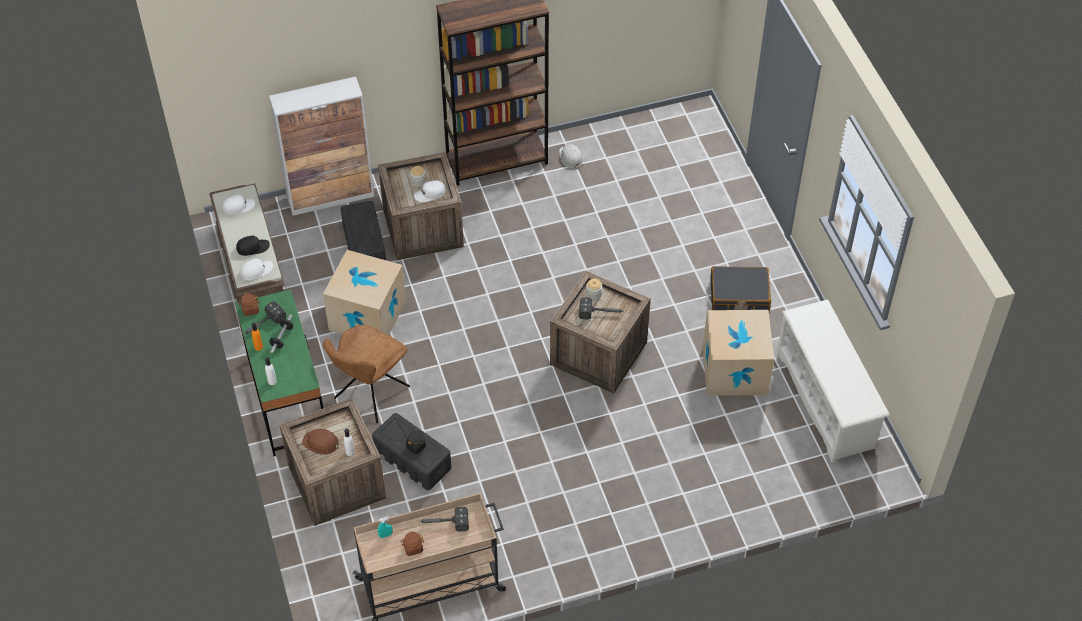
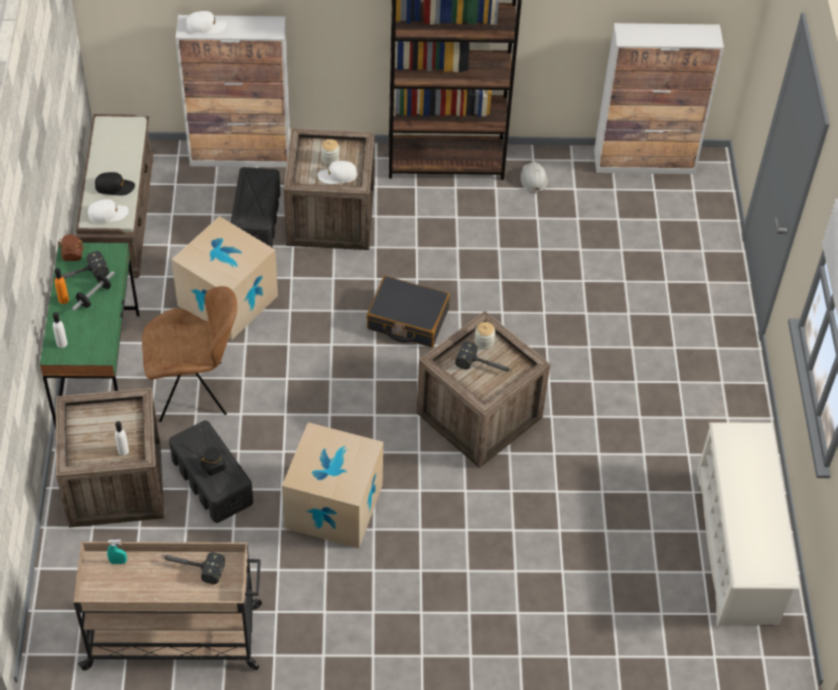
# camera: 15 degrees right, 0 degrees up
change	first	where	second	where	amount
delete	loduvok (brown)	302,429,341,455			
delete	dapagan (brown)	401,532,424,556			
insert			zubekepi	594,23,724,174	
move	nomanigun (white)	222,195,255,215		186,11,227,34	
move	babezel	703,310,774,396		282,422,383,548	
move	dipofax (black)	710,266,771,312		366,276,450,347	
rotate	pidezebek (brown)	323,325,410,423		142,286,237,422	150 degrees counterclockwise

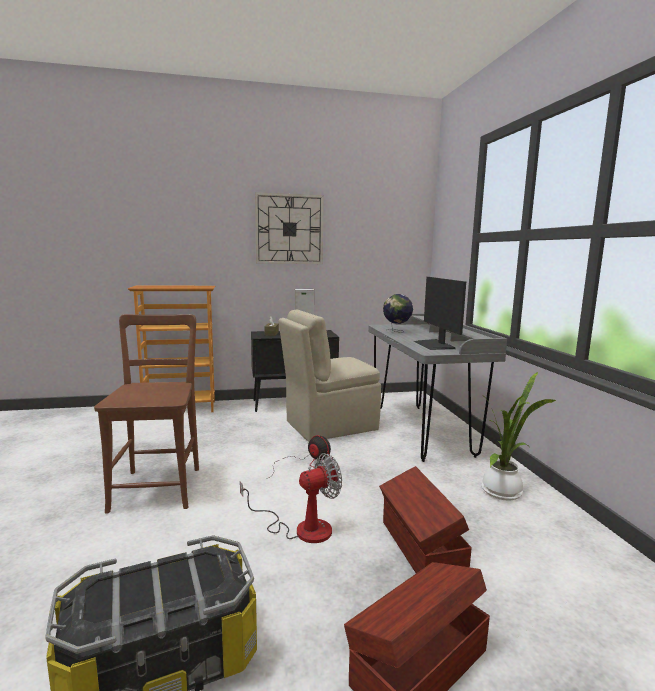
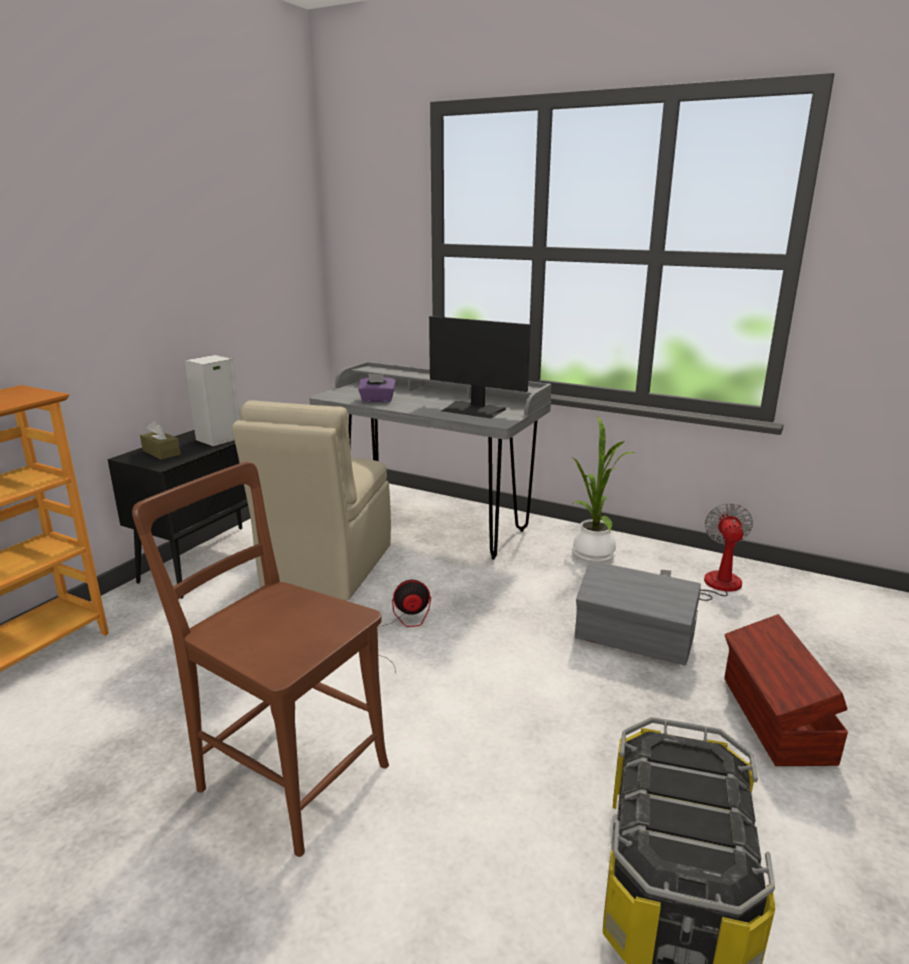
# camera: 50 degrees left, 10 degrees up
change	first	where	second	where	amount
delete	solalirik	255,192,324,264			
move	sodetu	240,453,342,543		660,503,753,601	
replace	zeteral	383,294,413,333	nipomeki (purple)	358,374,396,402	
recolor	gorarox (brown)	379,466,472,573	gorarox (grey)	575,561,701,666	

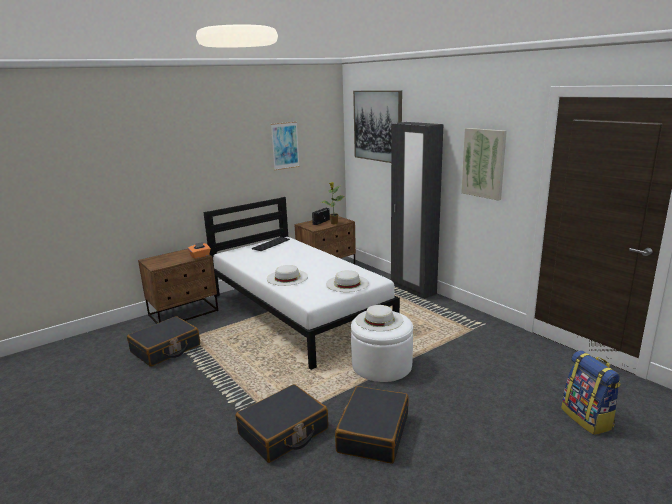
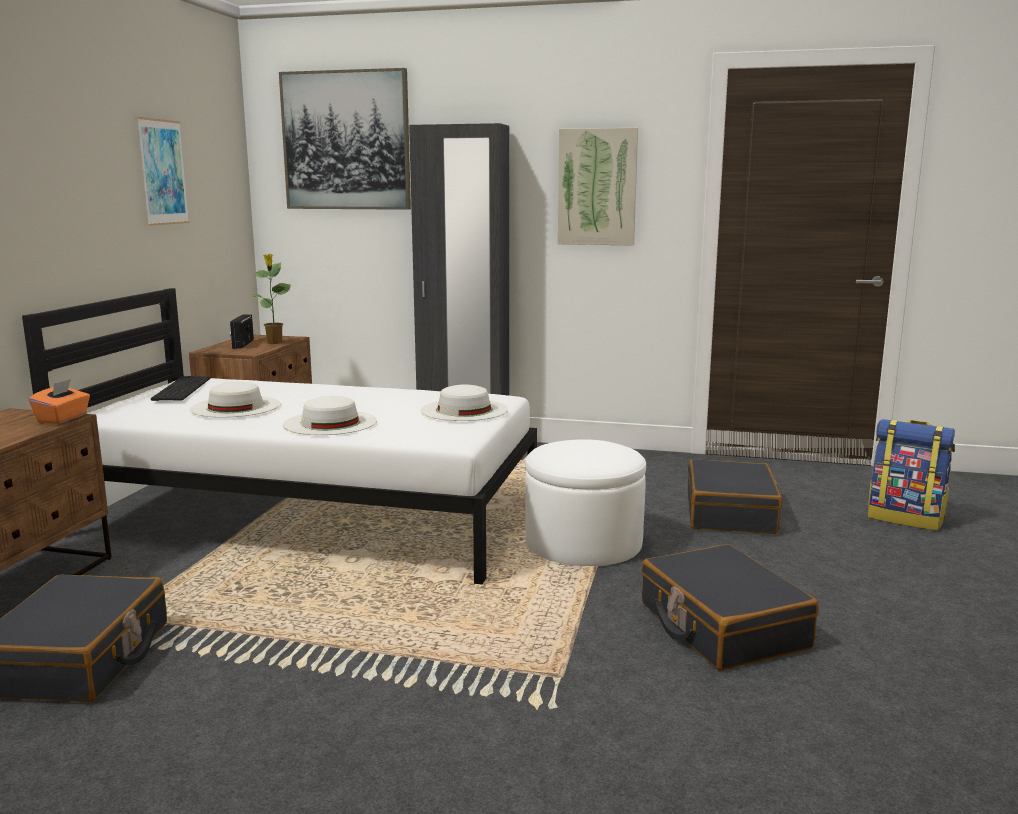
# camera: 40 degrees left, 5 degrees down
change	first	where	second	where	amount
move	dipofax (black)	236,384,328,463		688,459,782,534	
move	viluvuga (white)	356,305,403,331		190,381,280,418	

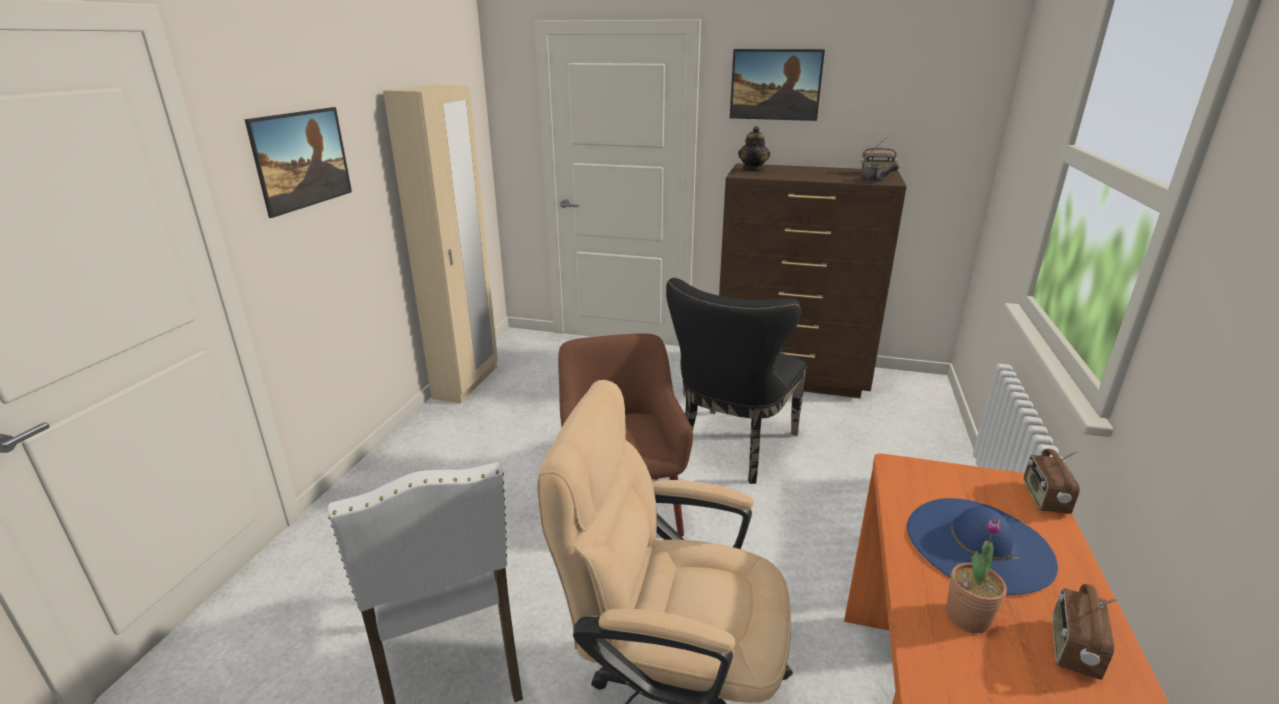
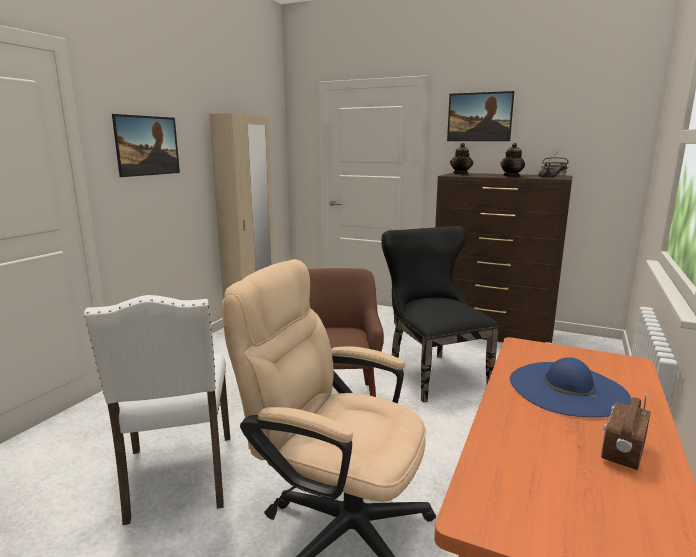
# camera: 10 degrees right, 10 degrees down
change	first	where	second	where	amount
delete	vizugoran	946,519,1007,633			
delete	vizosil	1023,449,1080,514			
insert			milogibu	501,143,525,177	
rotate	pidezebek (black)	666,278,807,484		381,226,499,403	120 degrees clockwise

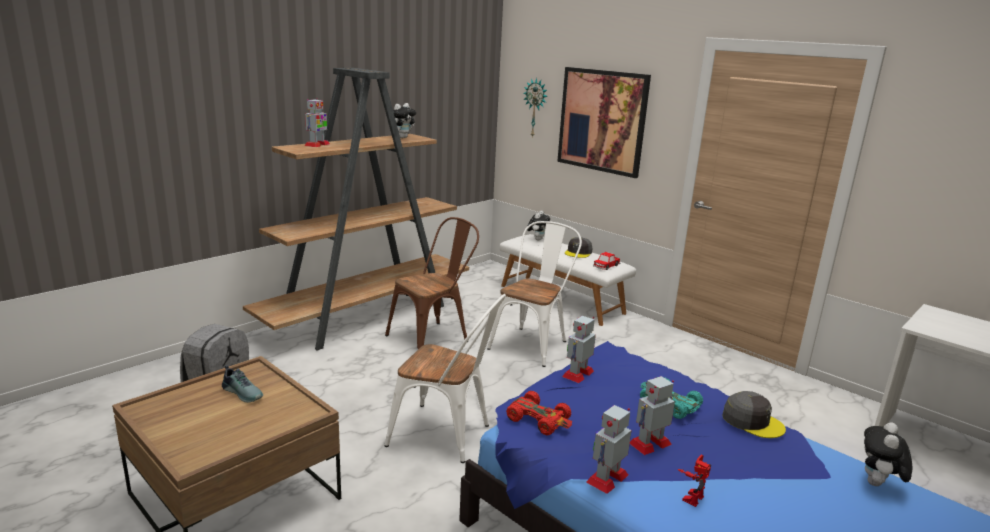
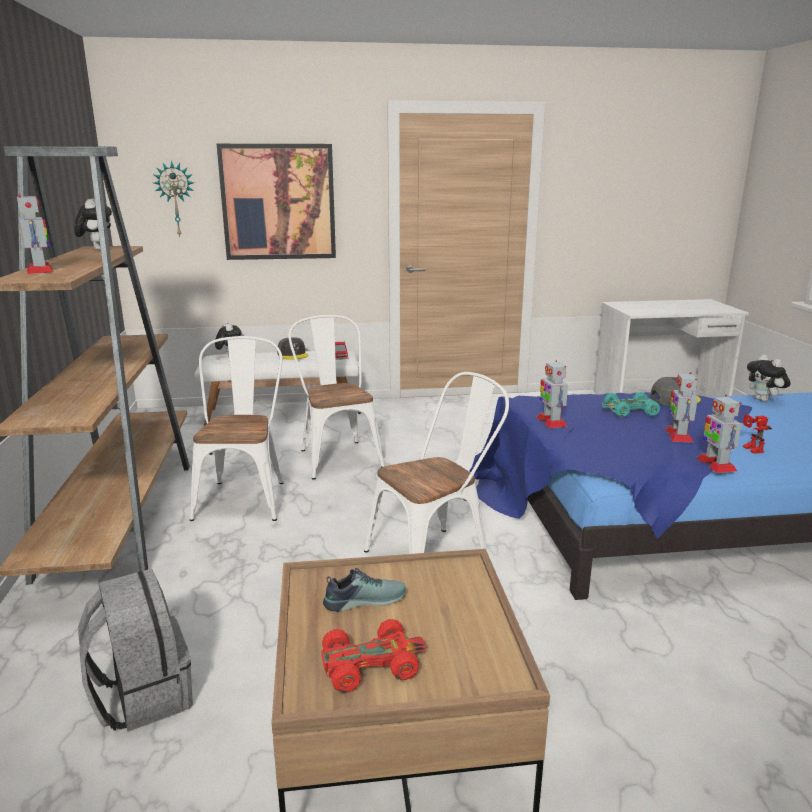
# camera: 50 degrees left, 0 degrees up
change	first	where	second	where	amount
move	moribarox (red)	506,391,572,435		321,619,426,693	
recolor	pidezebek (brown)	385,217,479,349	pidezebek (white)	190,336,283,521	

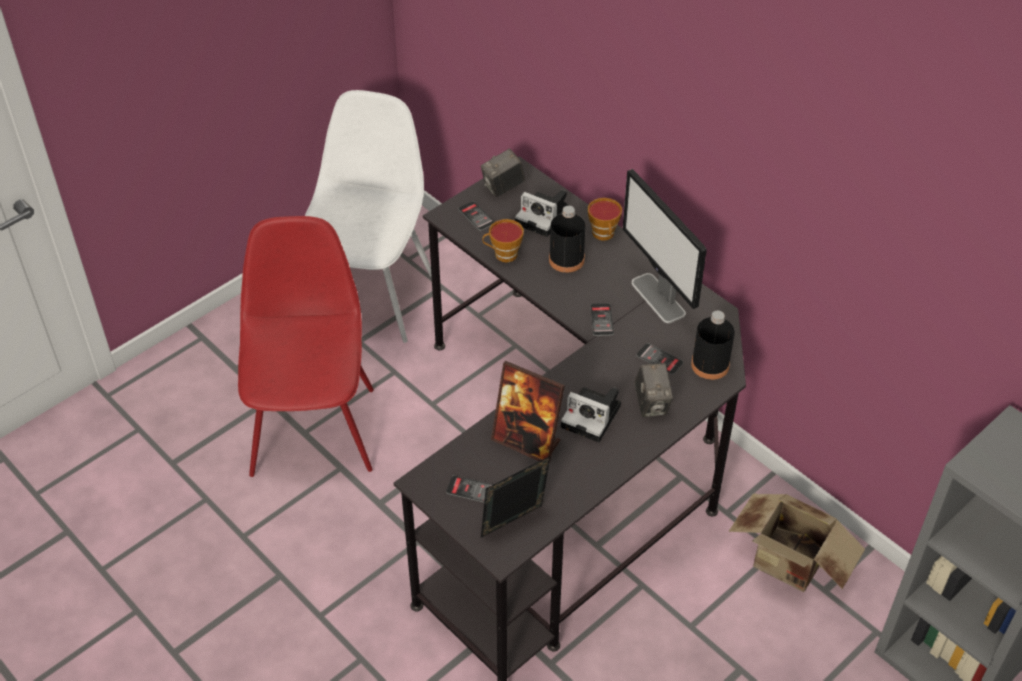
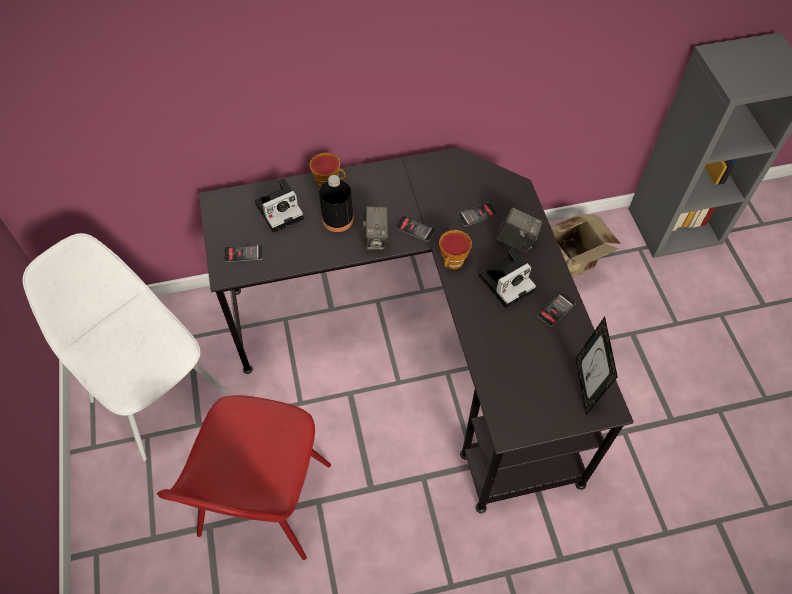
# camera: 60 degrees left, 10 degrees up
change	first	where	second	where	amount
delete	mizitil	491,361,565,463			
delete	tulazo	623,169,707,323			
delete	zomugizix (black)	691,311,735,380			
move	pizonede	446,475,493,503		537,292,576,327	
move	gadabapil	481,149,525,197		363,206,388,250	
move	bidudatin	482,219,524,262		439,230,472,269	
rotate	pidezebek (red)	238,216,374,477		157,395,331,560	105 degrees counterclockwise

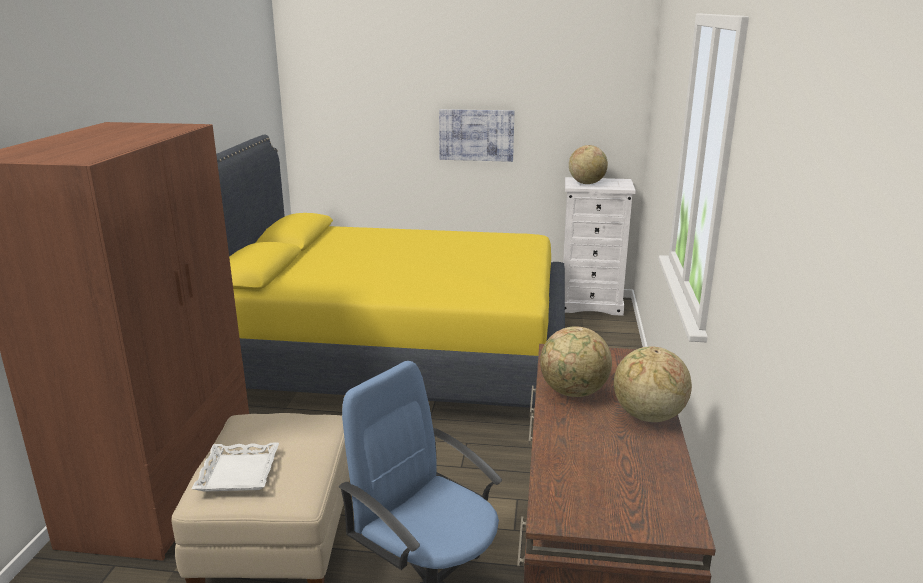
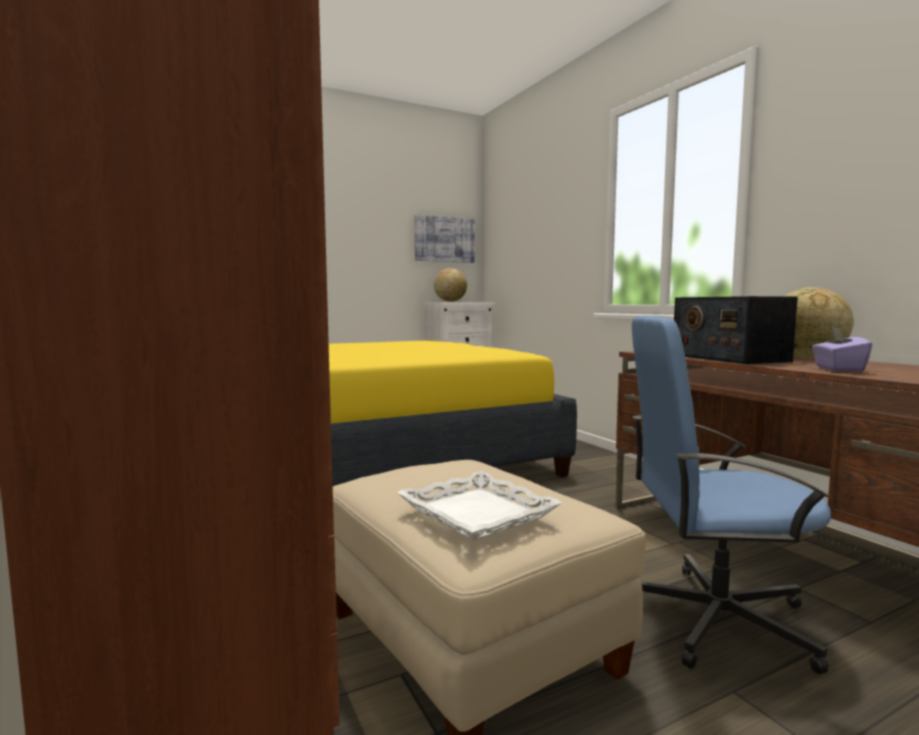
# camera: 35 degrees left, 15 degrees down
change	first	where	second	where	amount
insert			nipomeki (purple)	812,326,872,372	
move	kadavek	439,109,514,162		415,215,475,263	
replace	zeteral	540,326,612,397	vizosil	674,296,798,364	

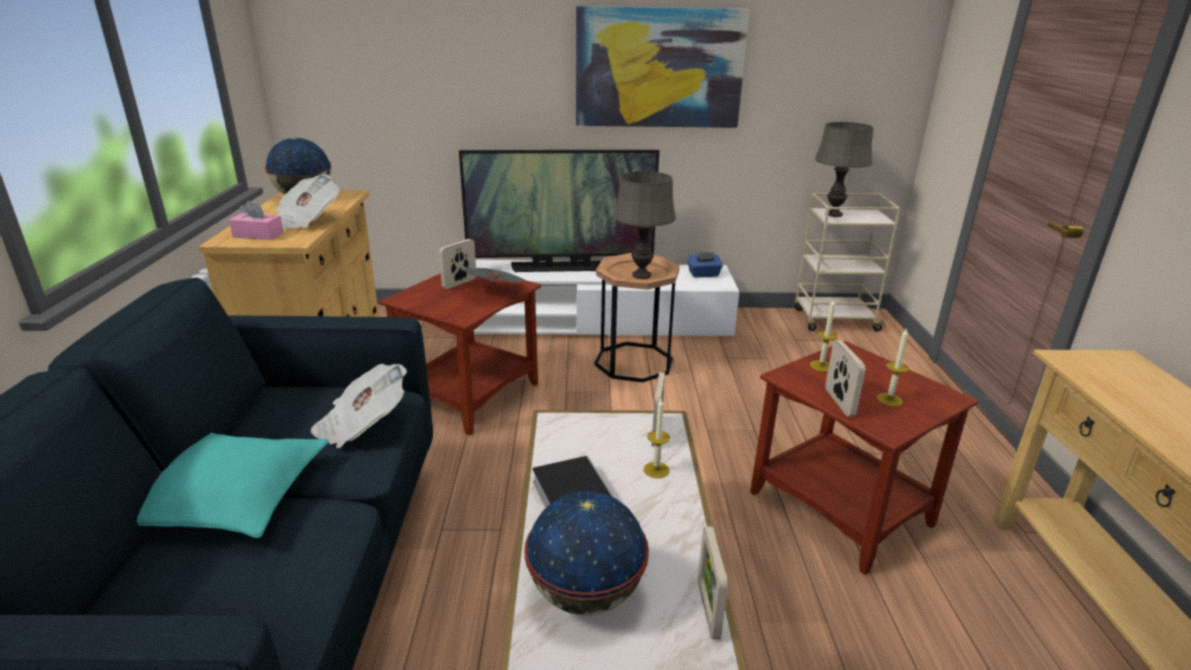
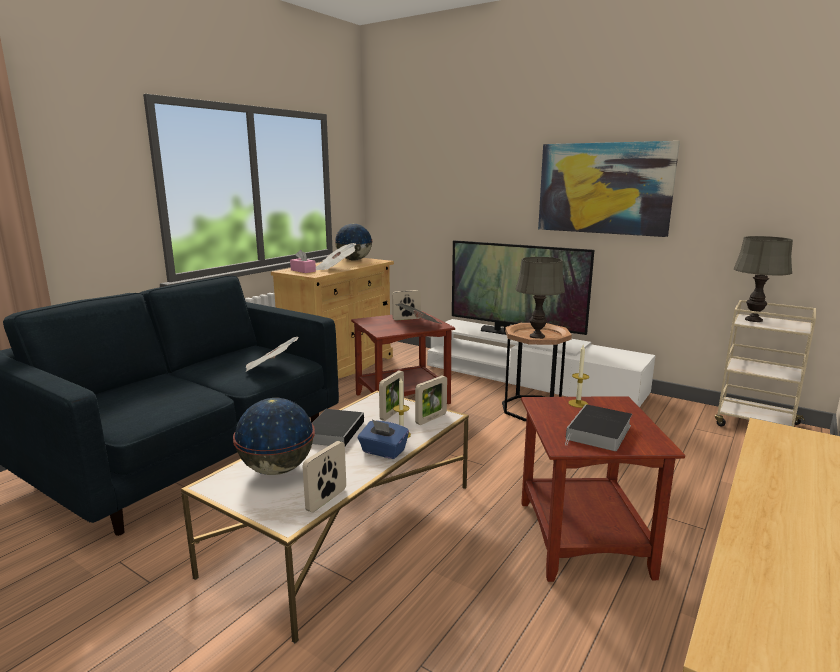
# camera: 35 degrees right, 10 degrees down
change	first	where	second	where	amount
delete	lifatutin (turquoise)	137,433,329,538			
move	nipomeki (blue)	687,252,723,278		358,420,409,459	
move	mizitil	825,340,866,417		379,370,404,421	
replace	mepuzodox	877,328,909,407	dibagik	565,404,632,451	

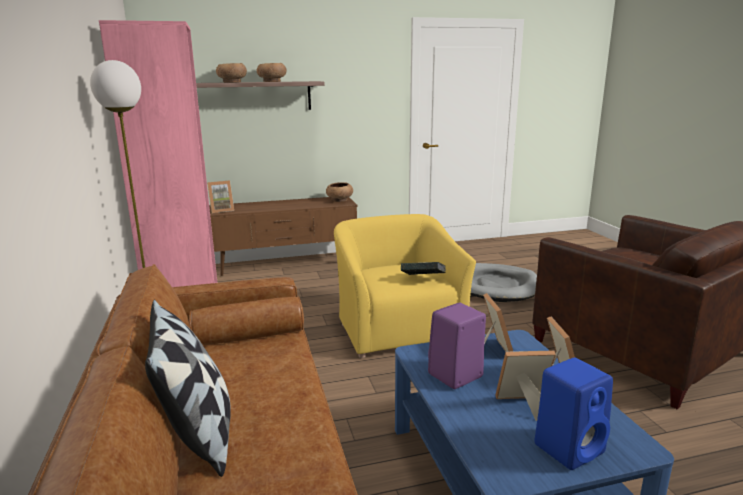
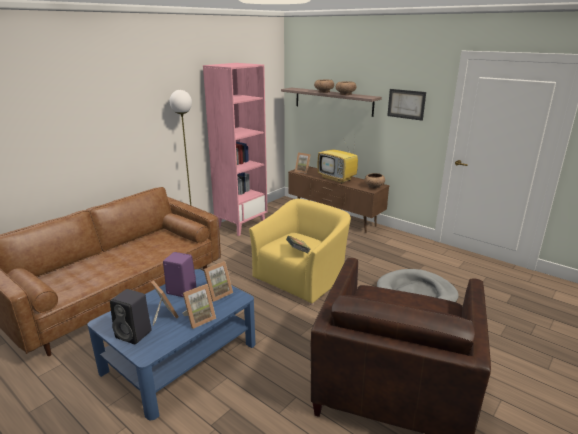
# camera: 55 degrees right, 5 degrees up
change	first	where	second	where	amount
delete	lifatutin	145,299,231,477			
insert			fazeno	318,139,358,184	
insert			kadavek	387,89,426,121	
recolor	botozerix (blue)	534,357,613,470	botozerix (black)	110,289,152,344	

